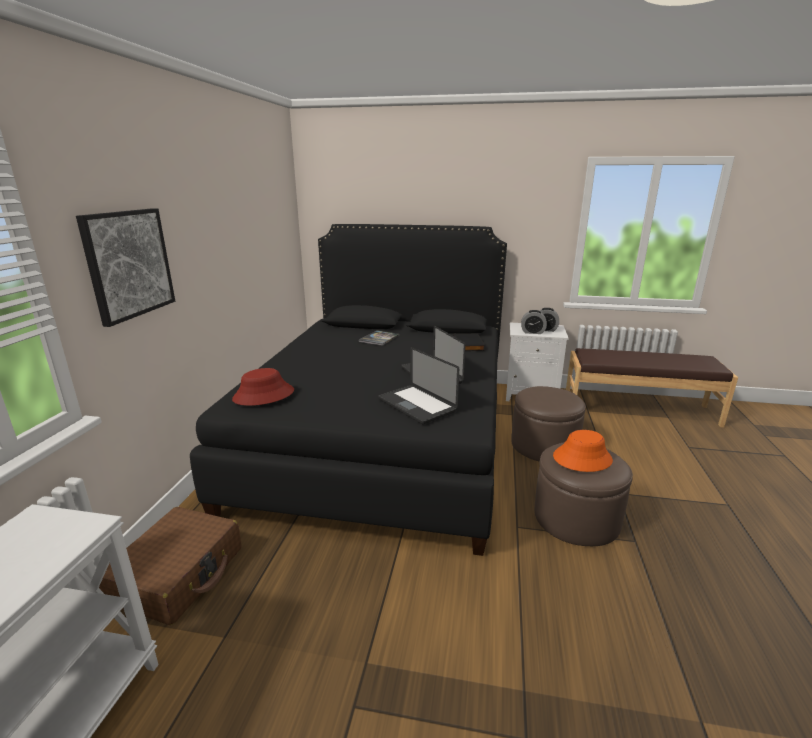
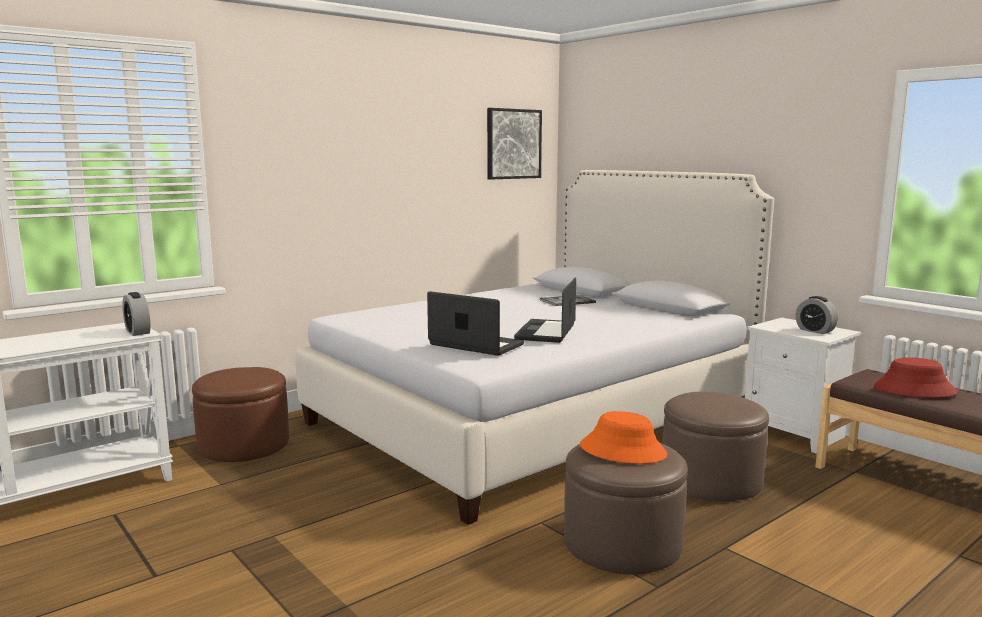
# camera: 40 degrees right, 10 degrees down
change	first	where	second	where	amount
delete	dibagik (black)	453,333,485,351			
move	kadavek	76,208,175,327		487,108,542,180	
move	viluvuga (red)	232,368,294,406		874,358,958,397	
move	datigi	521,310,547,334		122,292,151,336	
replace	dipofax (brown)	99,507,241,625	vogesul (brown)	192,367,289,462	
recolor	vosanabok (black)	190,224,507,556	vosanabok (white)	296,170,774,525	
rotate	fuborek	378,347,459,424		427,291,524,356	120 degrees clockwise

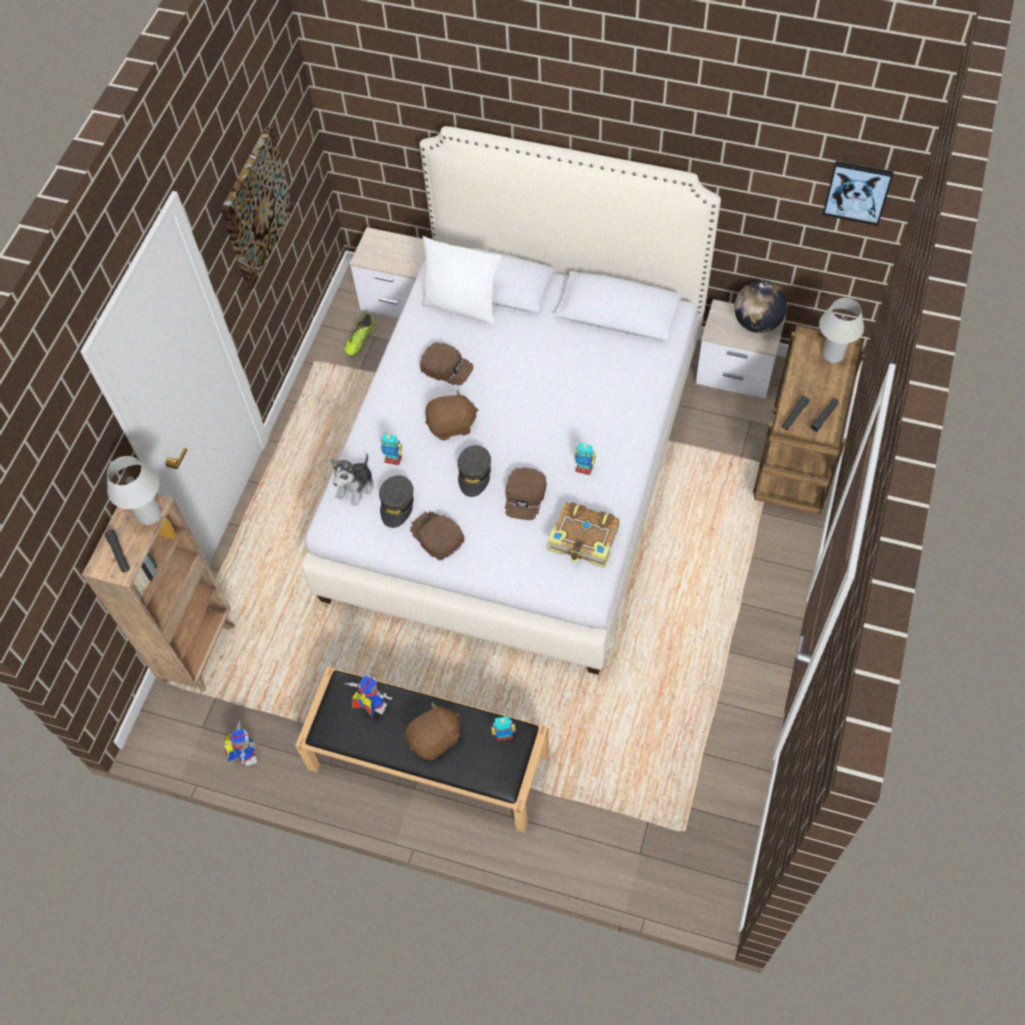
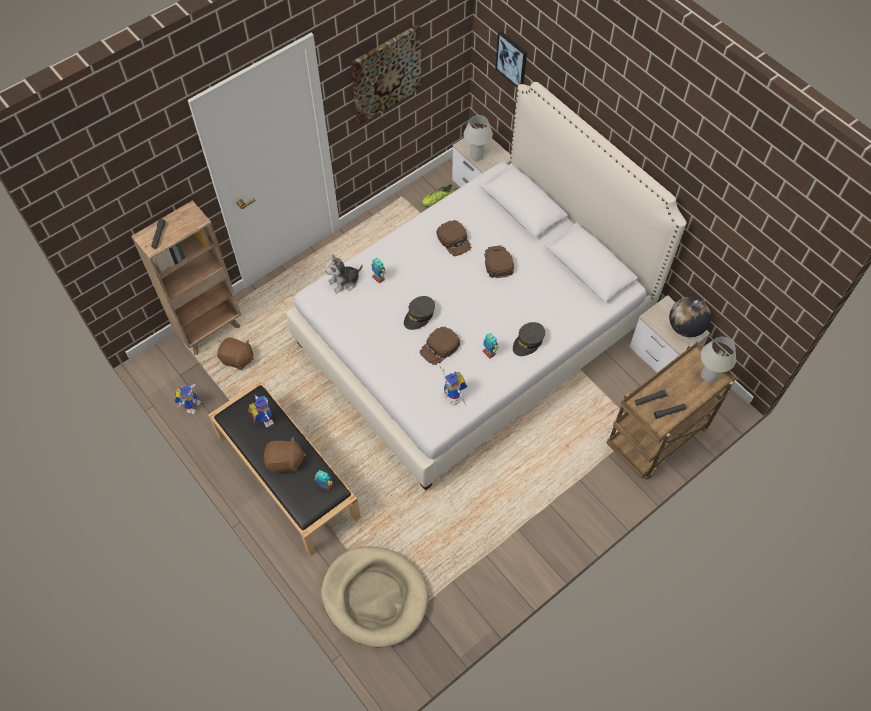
# camera: 30 degrees right, 0 degrees up
change	first	where	second	where	amount
delete	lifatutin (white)	421,236,502,326			
insert			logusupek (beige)	321,546,428,647	
move	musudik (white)	107,456,162,525		464,115,493,161	
move	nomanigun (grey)	379,475,414,528		513,322,545,356	
move	nomanigun (brown)	410,511,465,561		484,245,514,278	
move	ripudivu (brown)	425,389,479,440		217,337,254,370	
move	kadavek	823,161,894,226		496,31,527,88	
replace	dibagik	548,502,620,568	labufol	440,366,467,406	

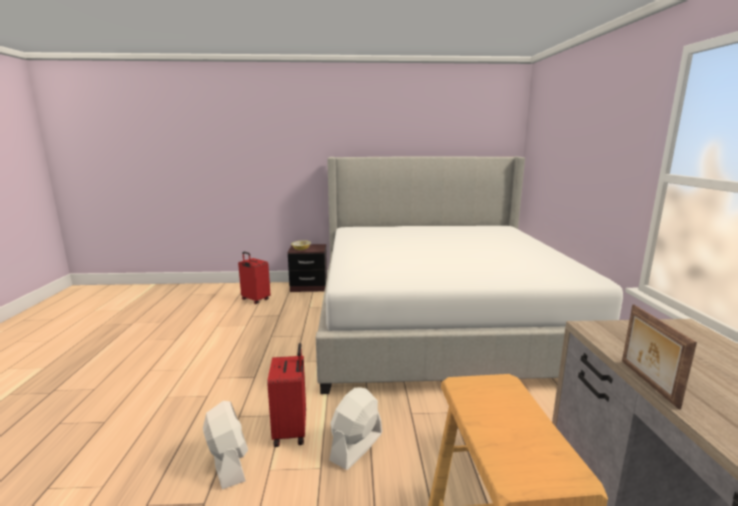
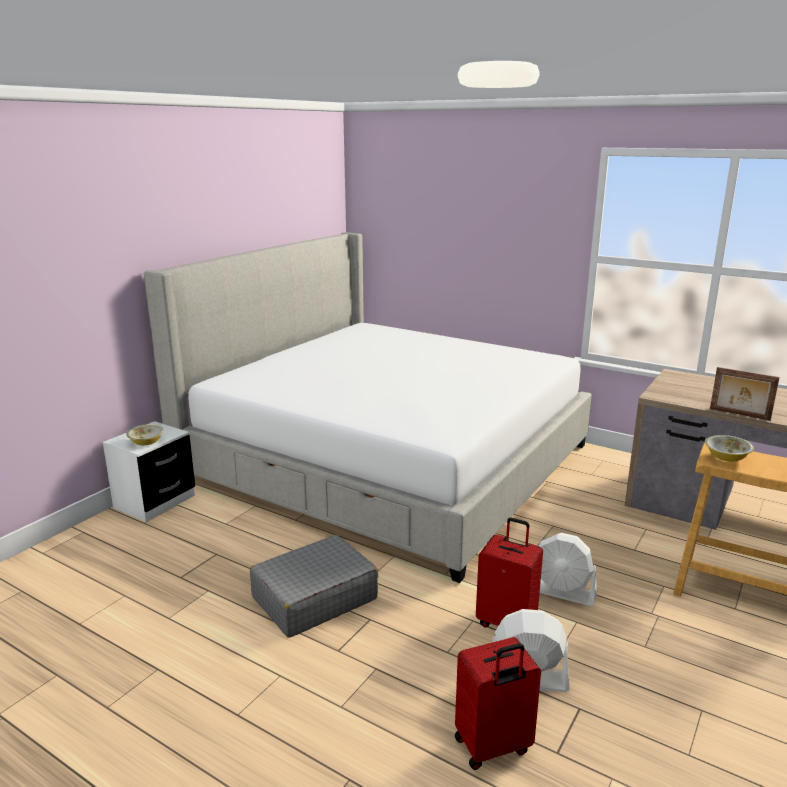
# camera: 55 degrees left, 5 degrees up
change	first	where	second	where	amount
insert			dipofax (grey)	250,535,378,638	
insert			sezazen	705,435,754,462	
move	dipofax (red)	238,252,271,304		455,637,541,770	
recolor	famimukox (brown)	288,244,327,292	famimukox (white)	103,421,195,522	
rotate	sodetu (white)	329,387,382,470		539,533,597,606	45 degrees counterclockwise

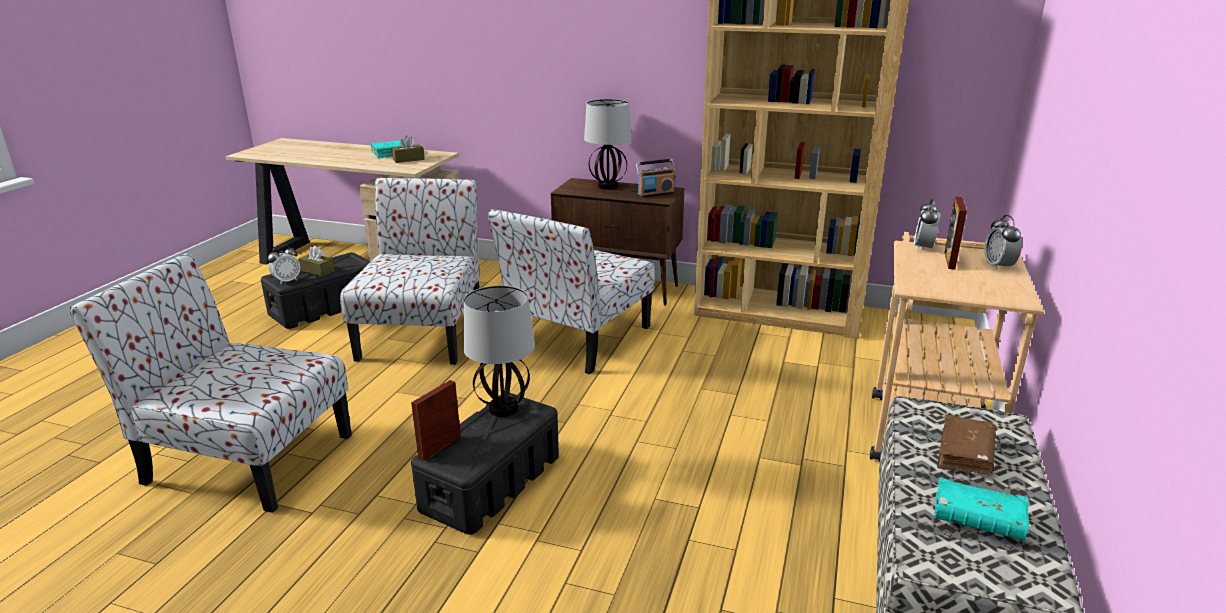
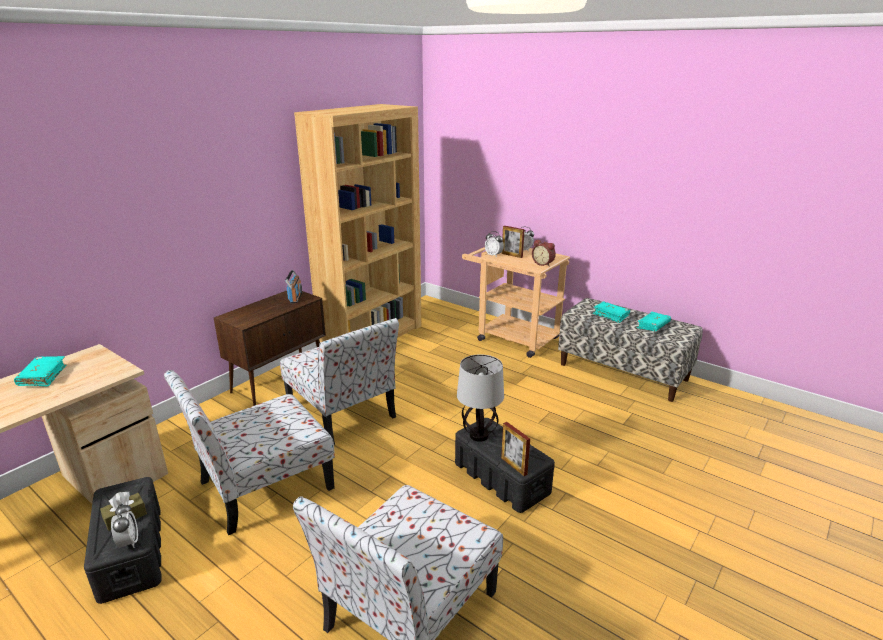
# camera: 70 degrees left, 0 degrees up
change	first	where	second	where	amount
delete	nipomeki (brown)	391,135,425,163			
delete	musudik	584,99,632,190			
insert			datigi	532,240,556,267	
recolor	dibagik (brown)	937,414,997,474	dibagik (turquoise)	593,301,630,323	
rotate	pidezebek	340,178,480,365		164,370,335,535	60 degrees counterclockwise

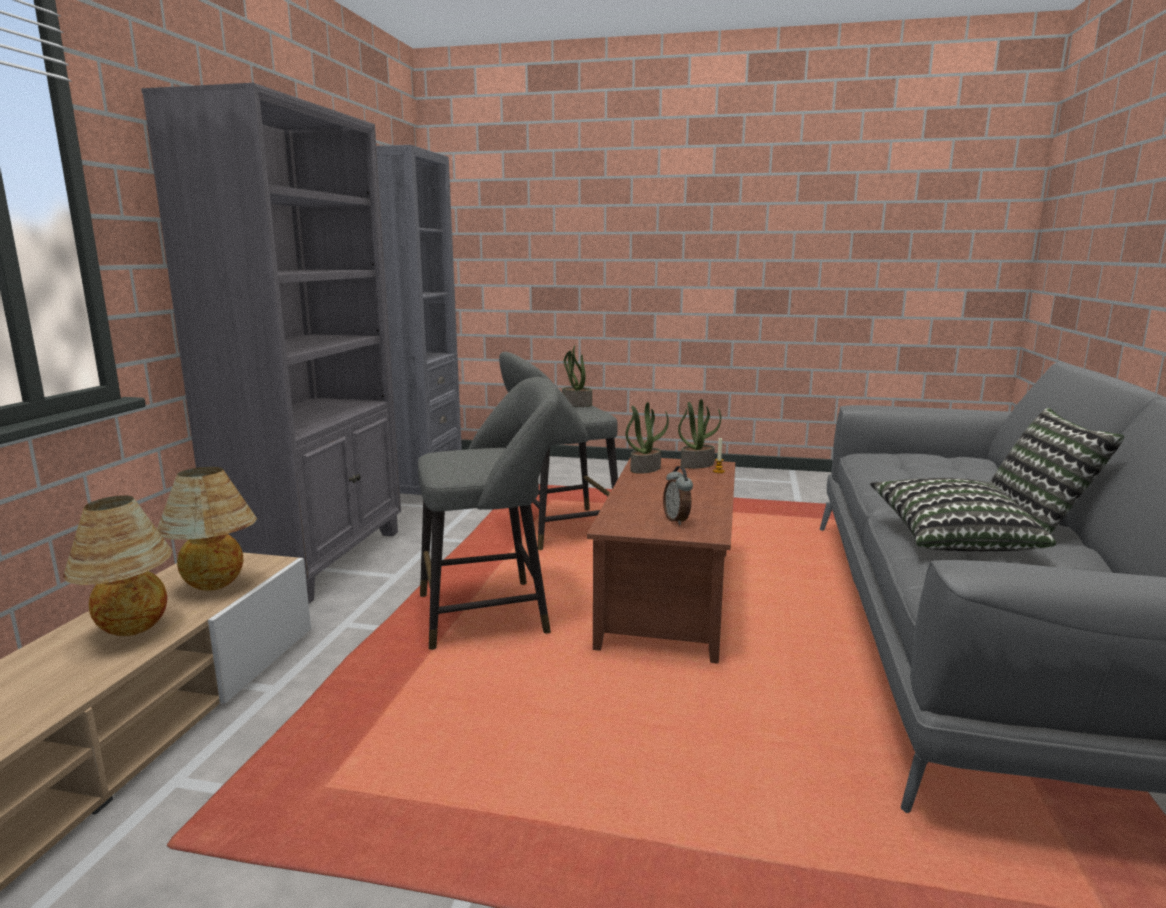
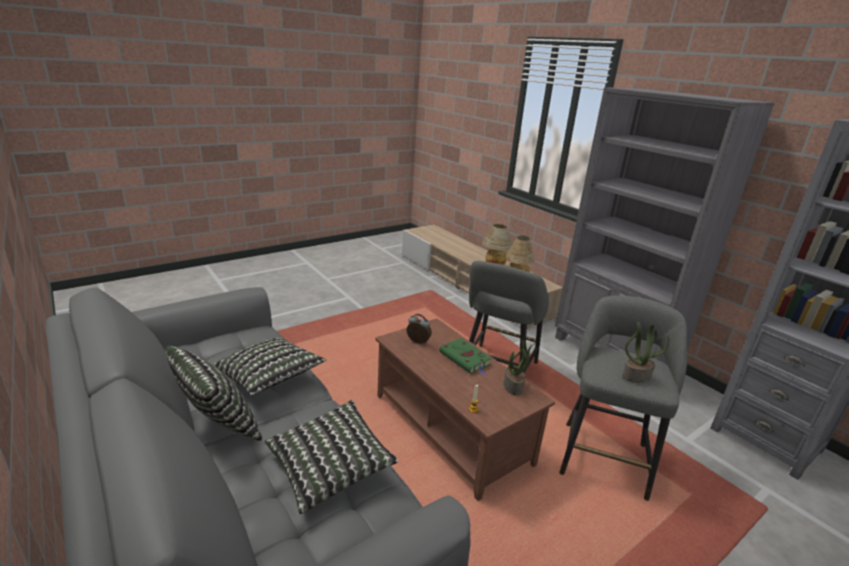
# camera: 130 degrees right, 10 degrees up
change	first	where	second	where	amount
delete	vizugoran	678,399,721,469			
insert			lifatutin	265,400,398,514	
insert			dibagik (green)	439,338,492,376	

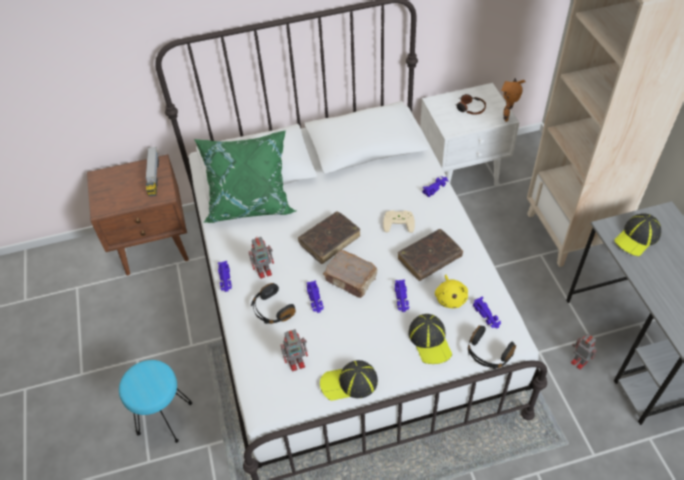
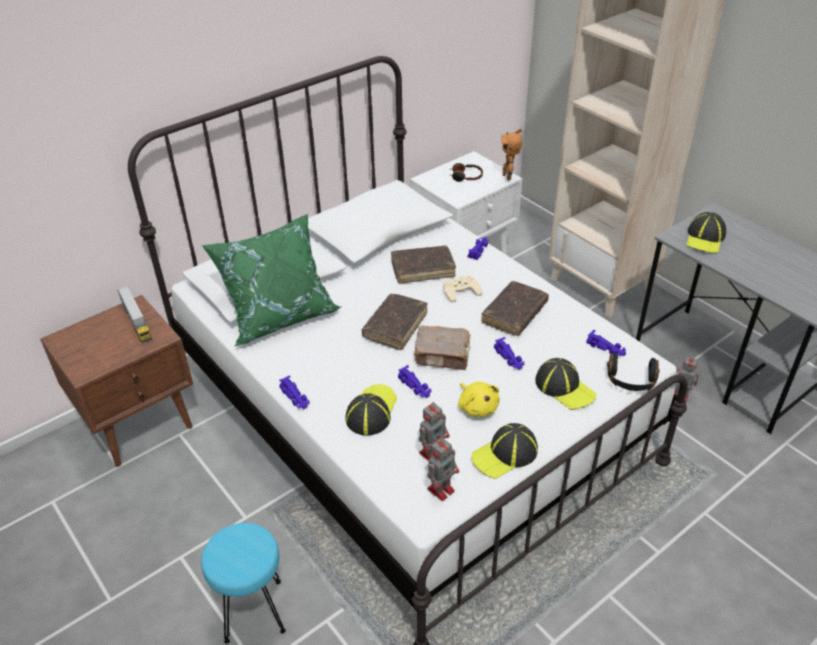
# camera: 25 degrees left, 10 degrees down
change	first	where	second	where	amount
insert			dibagik (brown)	391,246,456,284	
move	labufol	249,237,274,279		427,438,459,501	
move	ripudivu (yellow)	435,275,468,308		458,382,500,417	
replace	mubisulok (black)	251,283,296,324	nomanigun	346,384,397,435	

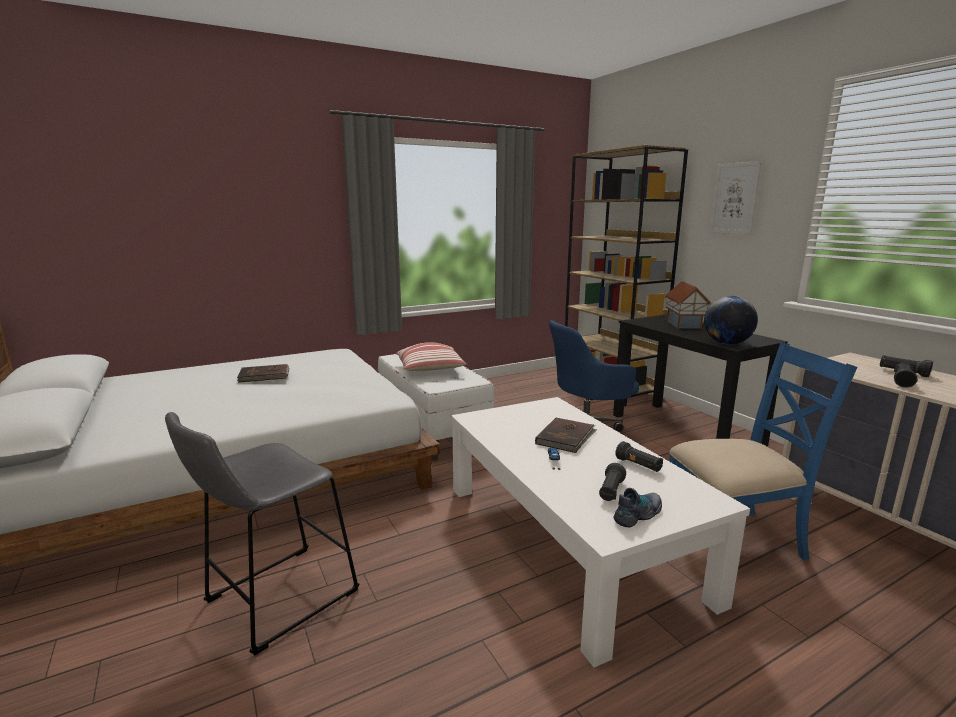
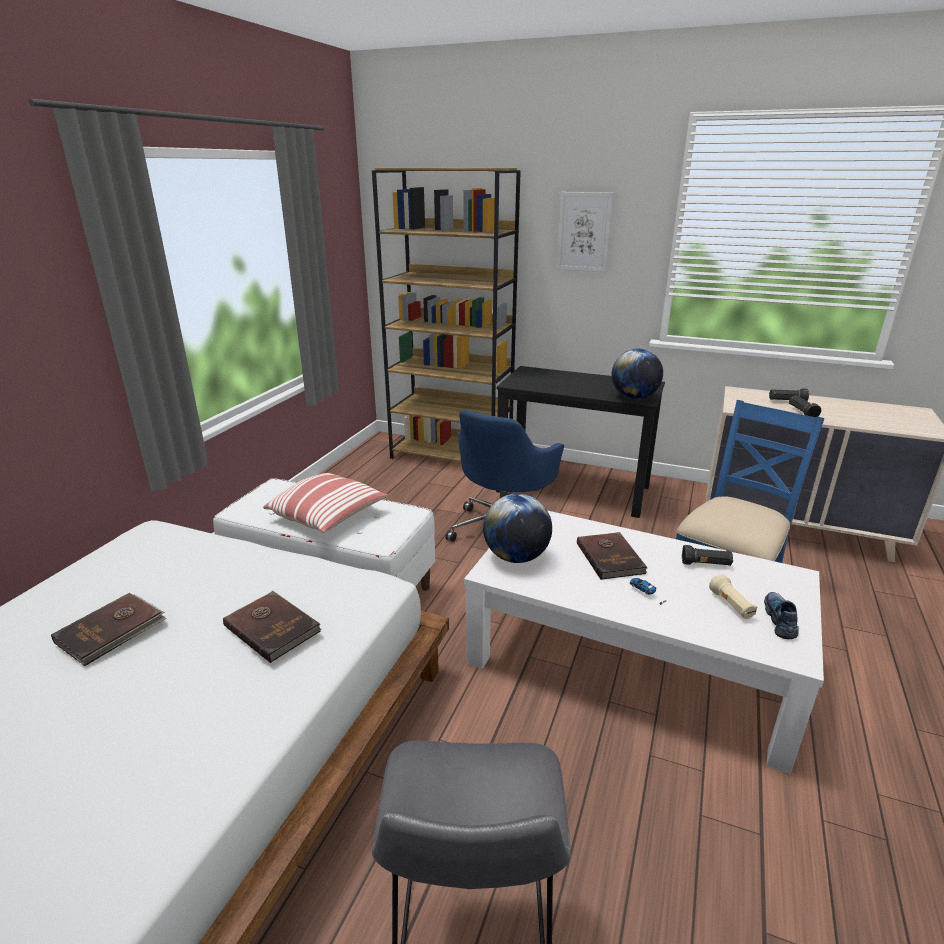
# camera: 40 degrees left, 10 degrees up
change	first	where	second	where	amount
delete	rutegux	665,281,711,330			
insert			dibagik (brown)	223,591,322,663	
insert			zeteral	483,494,552,563	
recolor	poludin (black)	599,463,626,501	poludin (beige)	709,574,757,619	

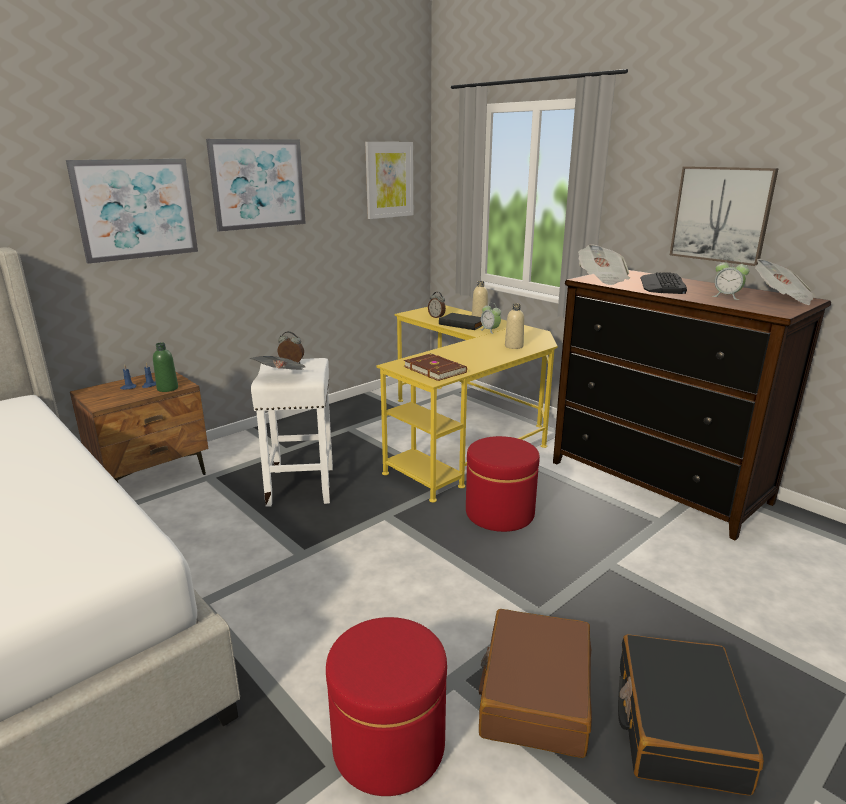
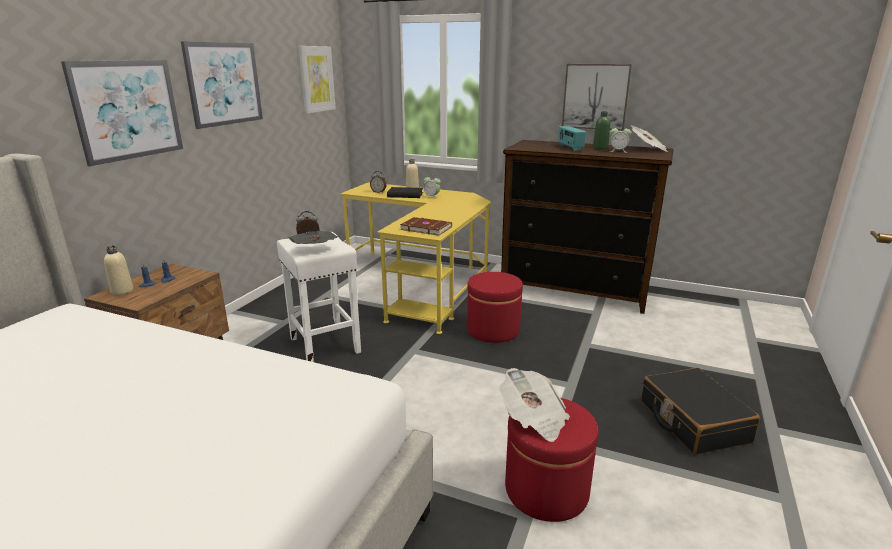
# camera: 25 degrees left, 0 degrees up
change	first	where	second	where	amount
delete	dipofax (brown)	479,609,592,758			
move	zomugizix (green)	153,343,178,392		593,111,610,149	
move	zomugizix (beige)	505,303,524,349		104,245,133,295	
move	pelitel	578,245,630,285		500,368,570,442	
replace	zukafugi	640,272,687,294	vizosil	558,126,586,151	

